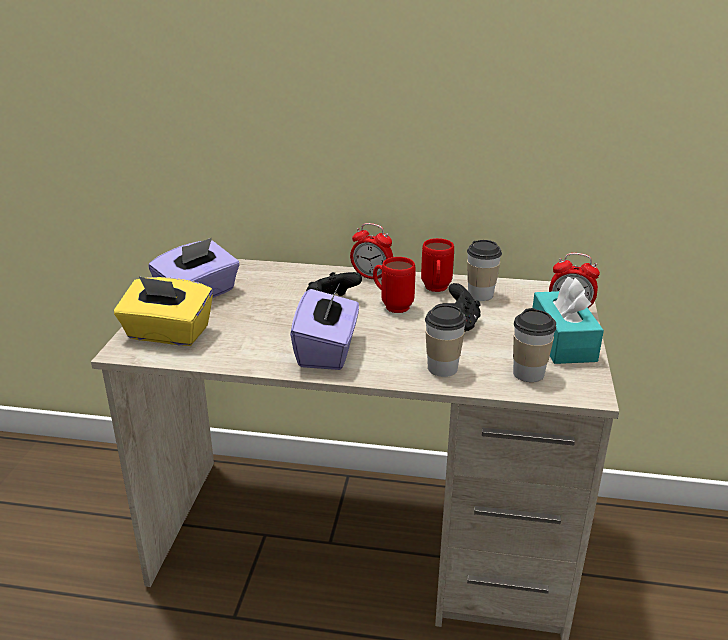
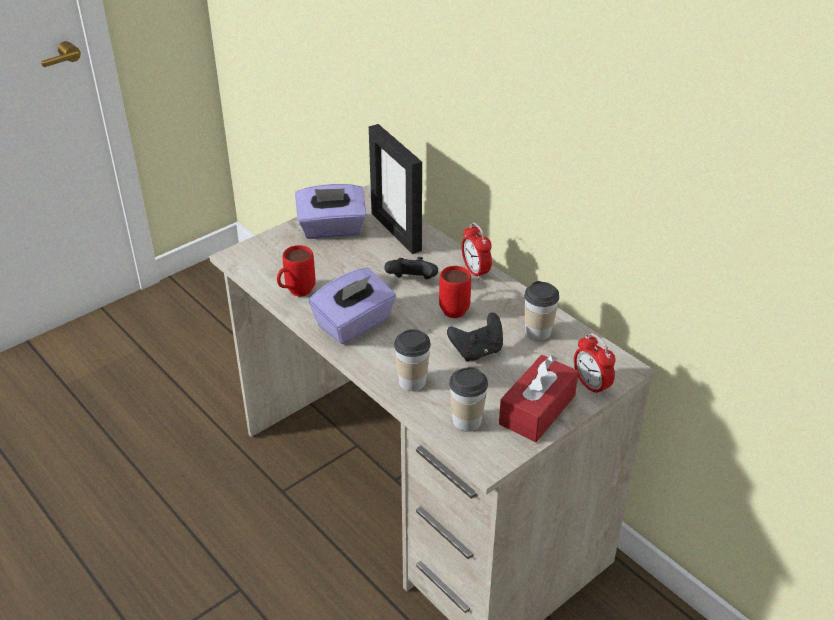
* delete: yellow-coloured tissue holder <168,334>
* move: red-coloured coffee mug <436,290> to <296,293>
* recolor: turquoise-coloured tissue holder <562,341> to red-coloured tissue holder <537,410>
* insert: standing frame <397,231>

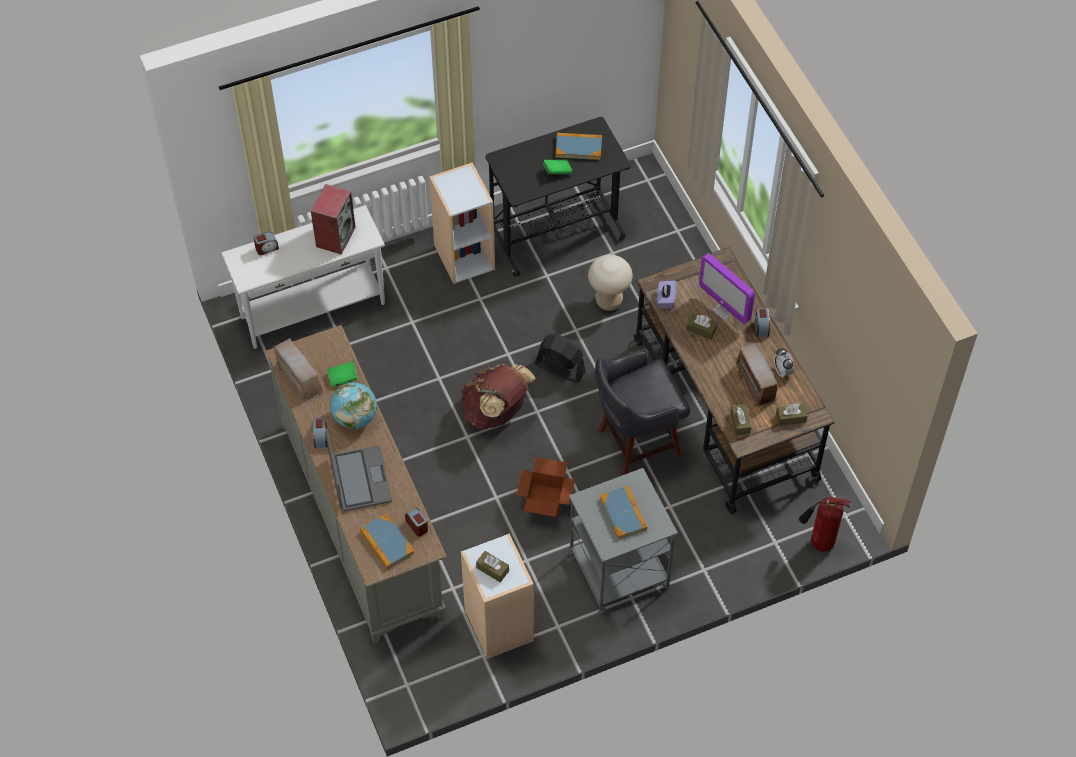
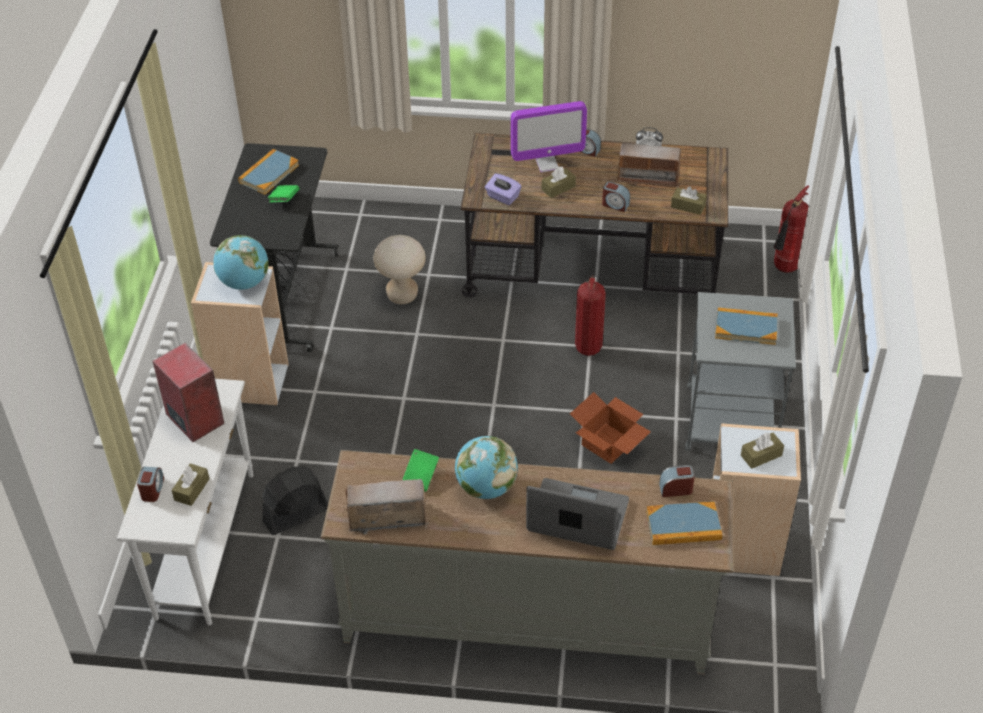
* move: alarm clock <320,438> to <615,205>
* delete: brown-coloured backpack <496,412>
* move: black-coloured cooling fan <560,367> to <295,515>
* replace: greyish stool seat <635,444> to fire-fighting cylinder <588,346>
* move: brown-coloured tissue holder <790,418> to <192,489>
* insert: world globe <244,283>

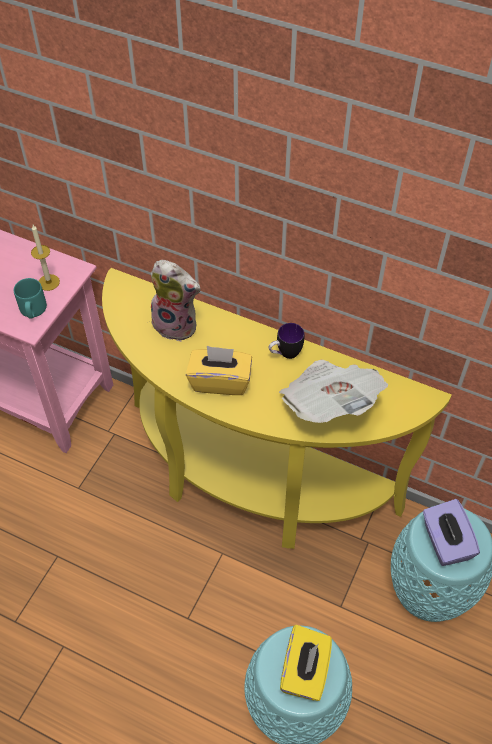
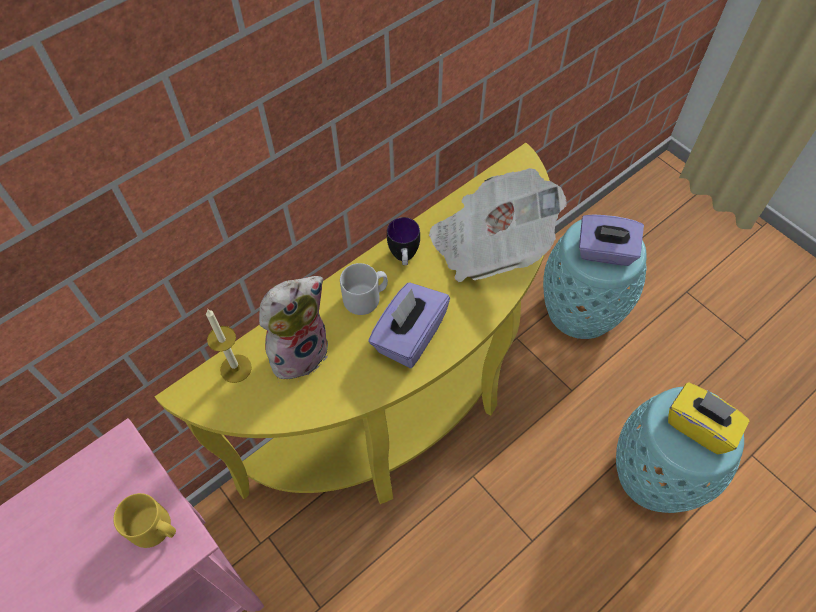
* recolor: turquoise-coloured coffee mug <33,310> to yellow-coloured coffee mug <155,529>
* move: wax light <48,282> to <236,368>
* recolor: yellow-coloured tissue holder <220,381> to purple-coloured tissue holder <409,336>
* insert: greyish coffee mug <366,298>

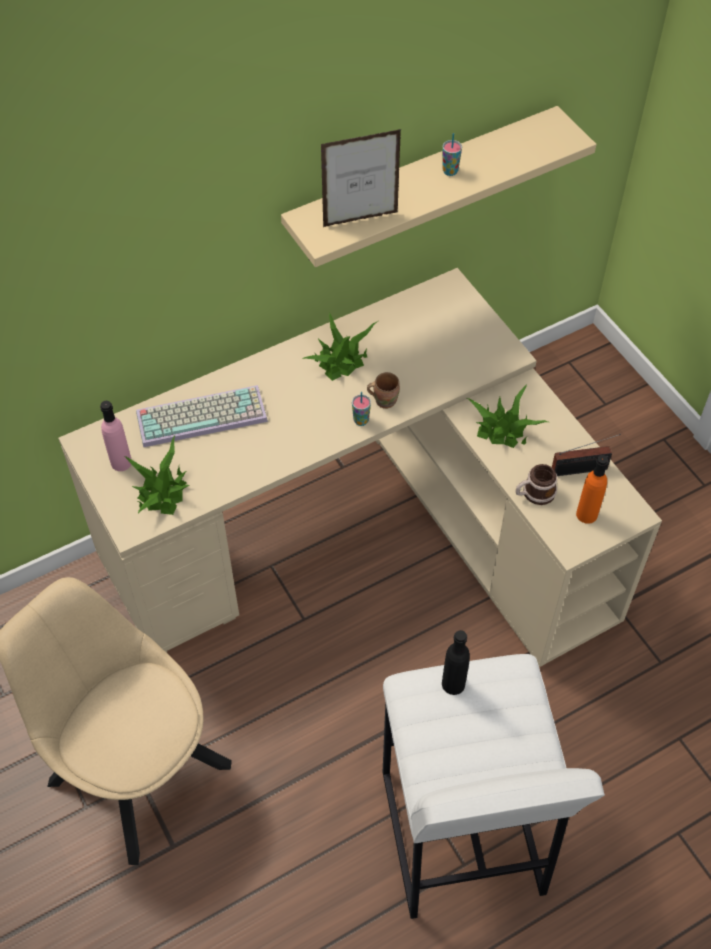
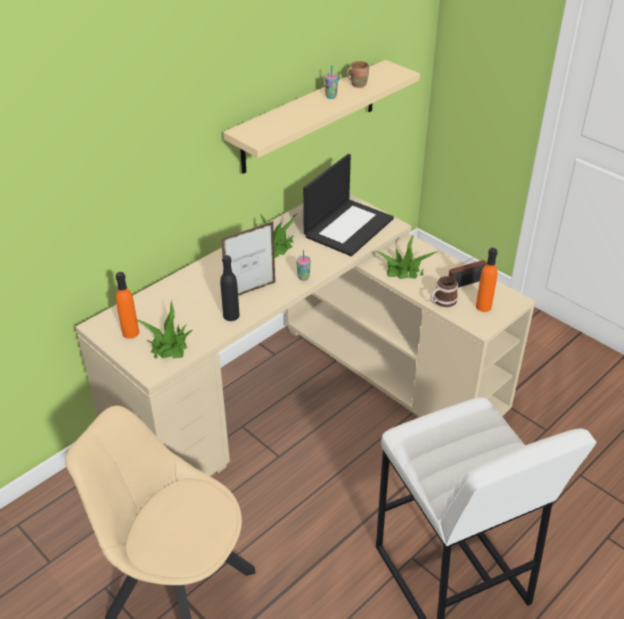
* recolor: pinkish bottle <121,462> to orangey bottle <130,333>
* delete: PC keyboard <203,415>
* move: standing frame <360,219> to <251,291>
* move: brown-coloured coffee mug <384,400> to <357,84>
* move: black-coloured bottle <453,684> to <231,315>
* insert: laptop <348,227>

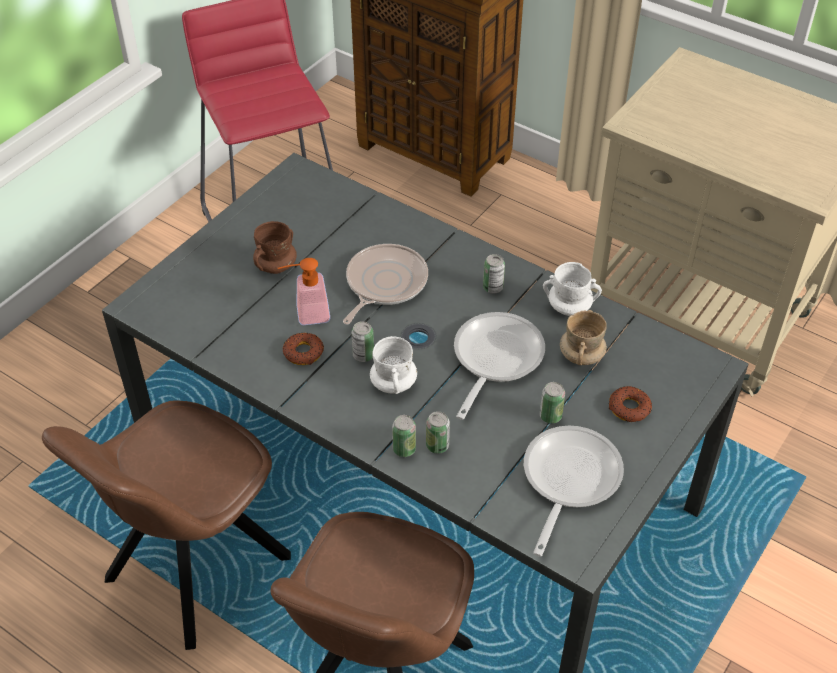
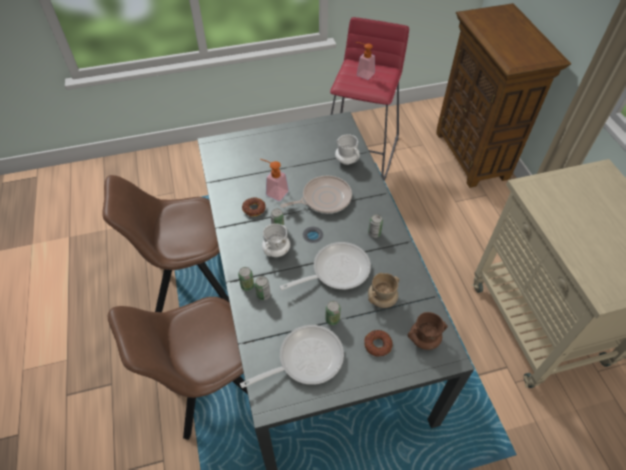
* move: brown-coloured coffee mug <276,266> to <424,339>
* move: white coffee mug <569,307> to <347,160>
* insert: soap bottle <362,73>

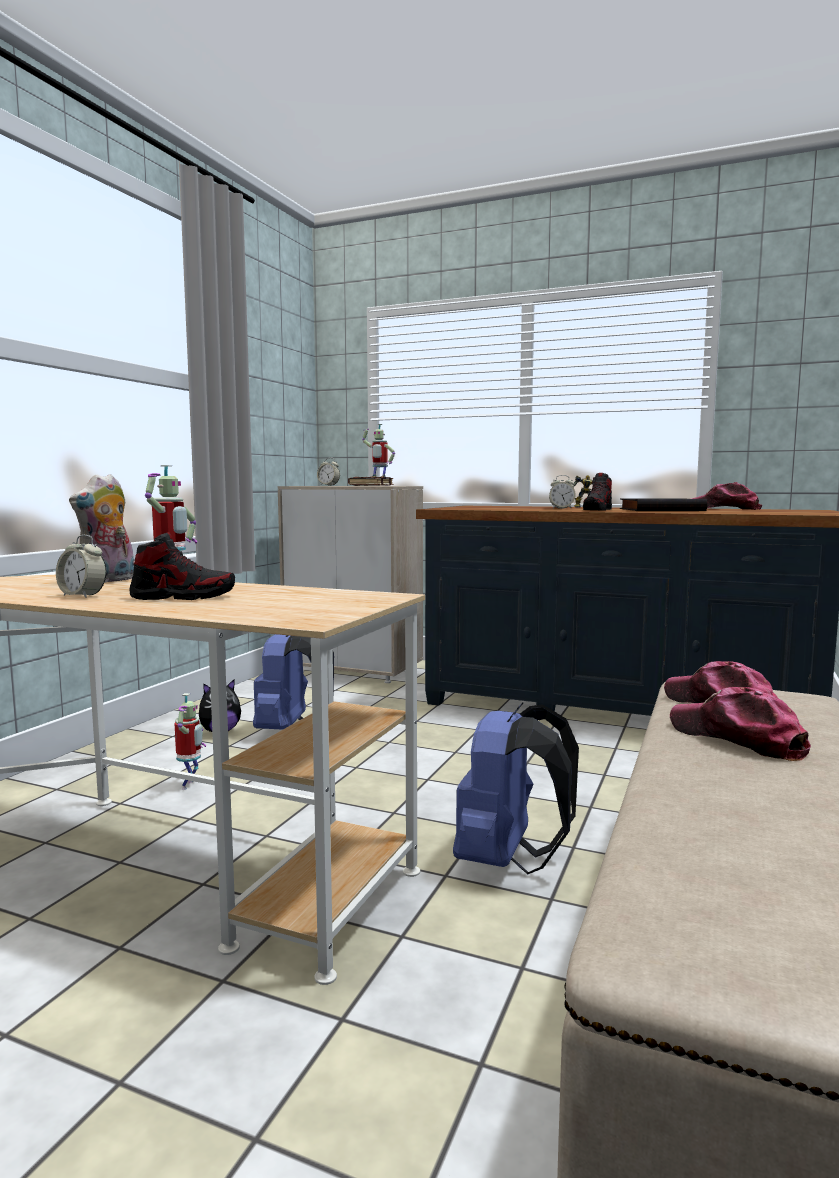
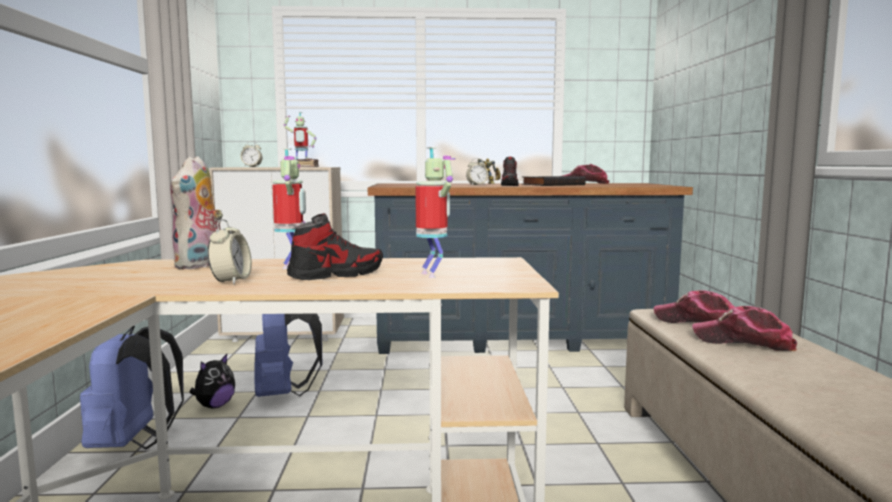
* rotate: alarm clock <82,596> = <231,281> 90 degrees counterclockwise
* move: model robot <190,785> to <433,275>
* move: bluish backpack <508,861> to <133,443>

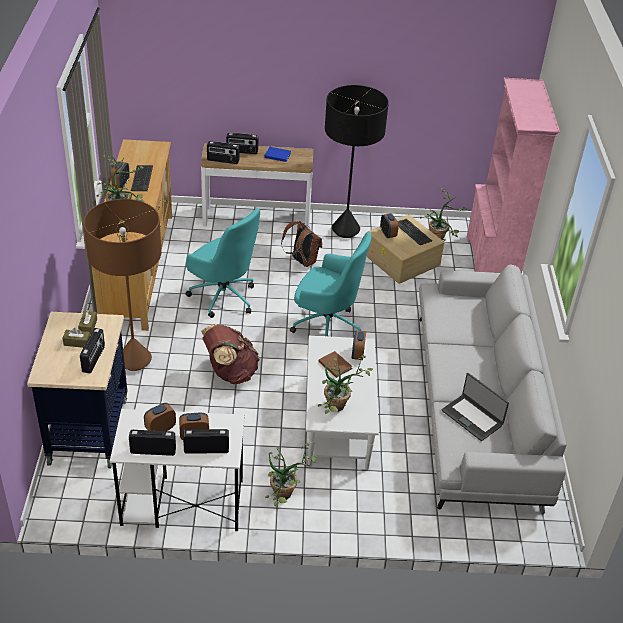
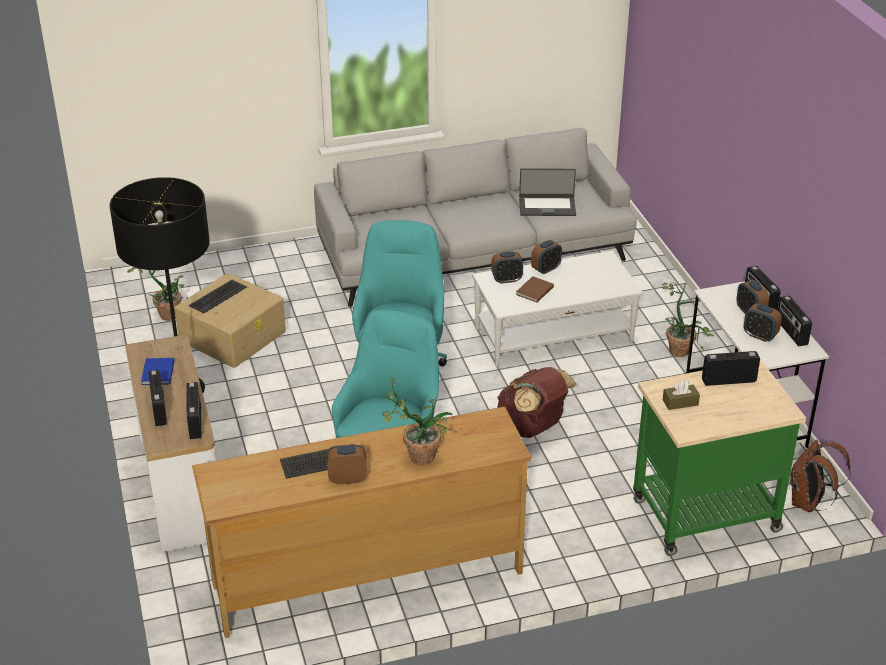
* recolor: bluish trolley <88,430> to green-coloured trolley <704,517>
* delete: brown-coloured tissue holder <77,342>
* delete: brown-coloured standard lamp <134,361>
* move: brown-coloured backpack <302,261> to <809,503>
* delete: potted plant <338,408>
* move: alarm clock <388,234> to <546,269>
* rotate: laptop <472,417> = <547,206> 60 degrees clockwise
* delete: pinkish bookcase <492,262>

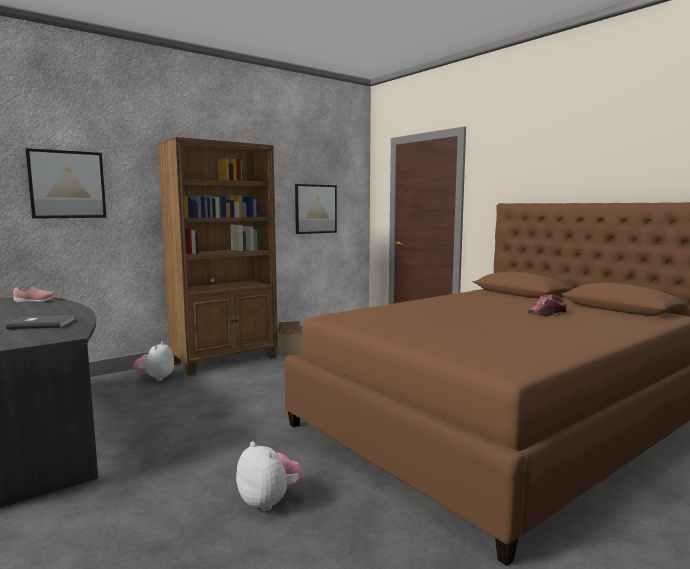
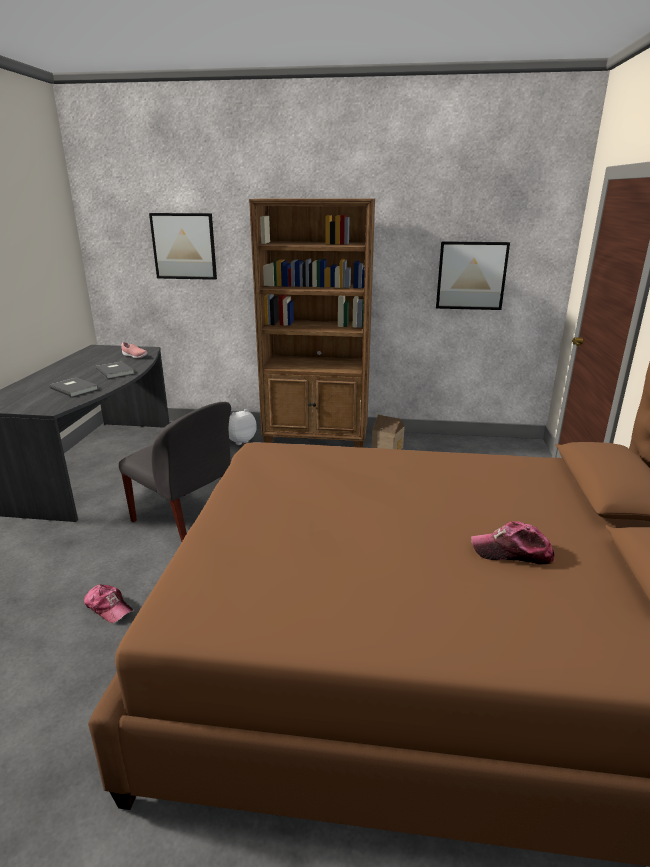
* replace: cuddly toy <269,501> to cap <108,607>
* insert: greyish volume <116,371>
* insert: greyish chair <186,521>

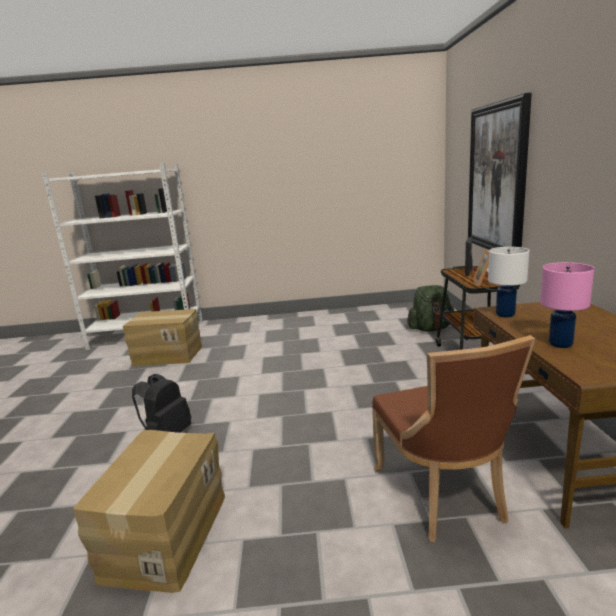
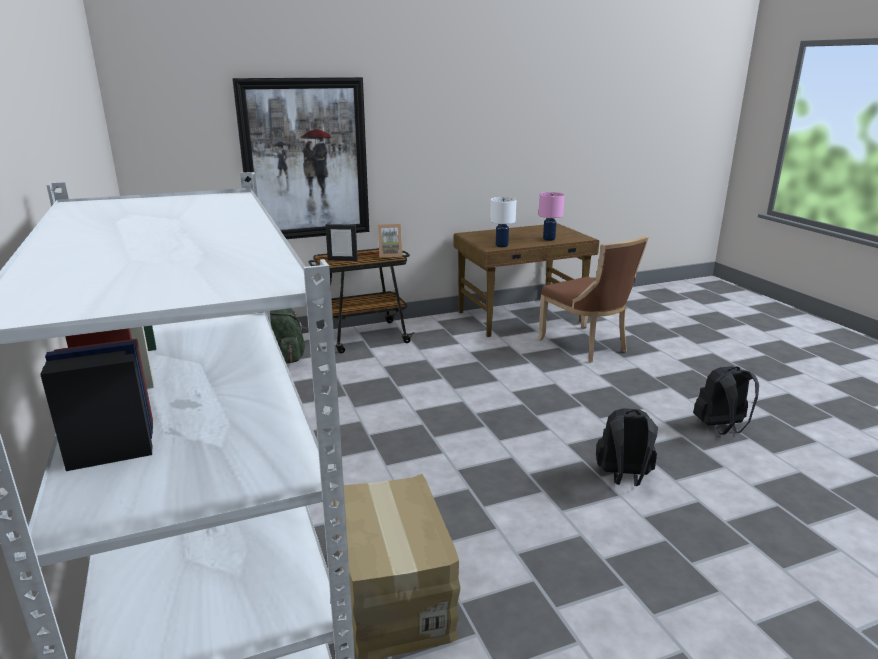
* replace: carton <165,535> to black-coloured backpack <721,428>
* rotate: brown-coloured chair <442,496> = <586,346> 90 degrees clockwise

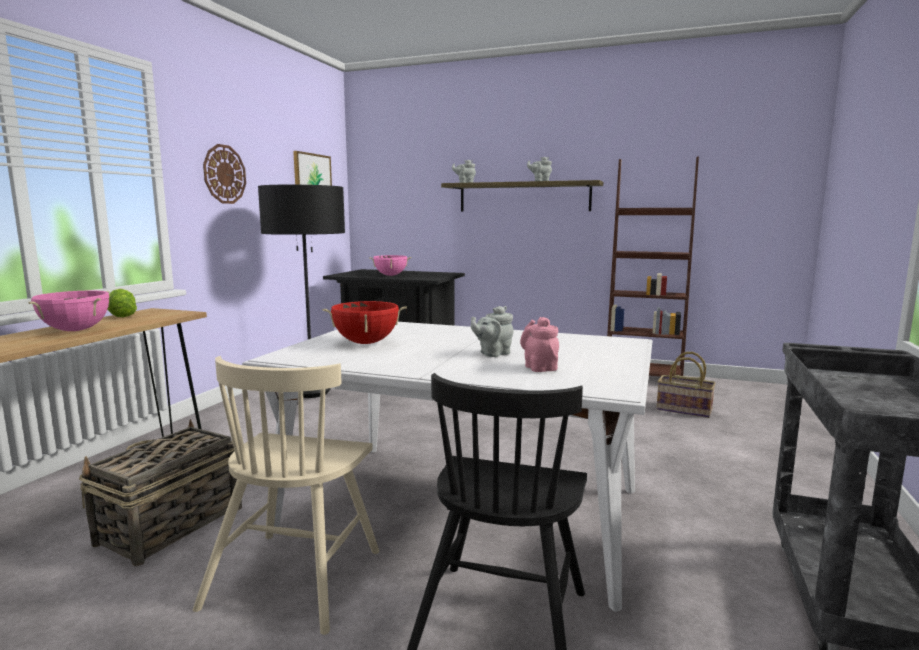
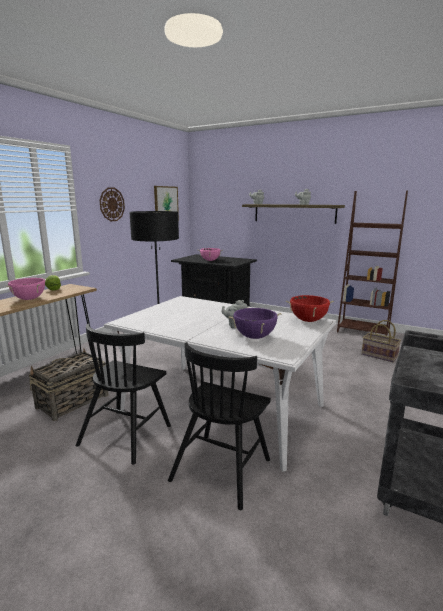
* recolor: sand-coloured chair <298,572> to black-coloured chair <128,432>
* move: red-coloured cooking pot <366,343> to <308,321>
* replace: pinkish tea pot <539,367> to purple-coloured cooking pot <254,337>

